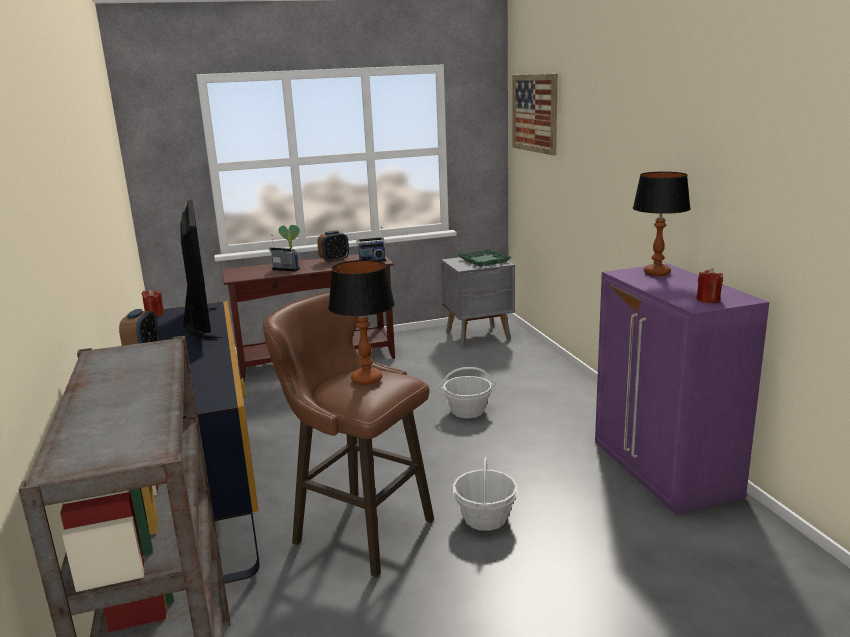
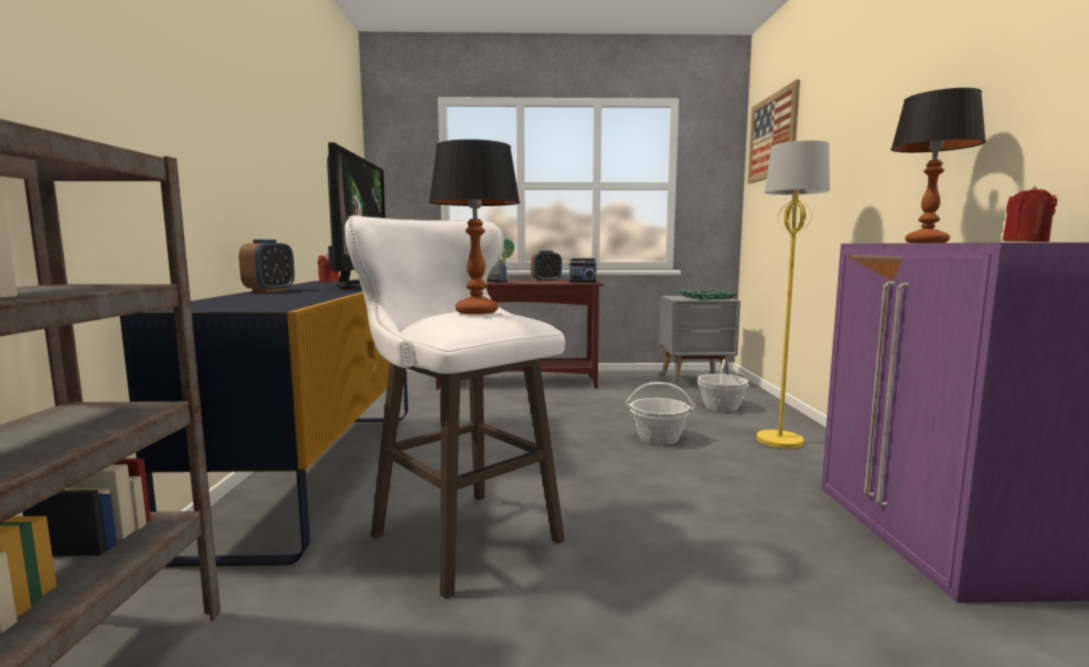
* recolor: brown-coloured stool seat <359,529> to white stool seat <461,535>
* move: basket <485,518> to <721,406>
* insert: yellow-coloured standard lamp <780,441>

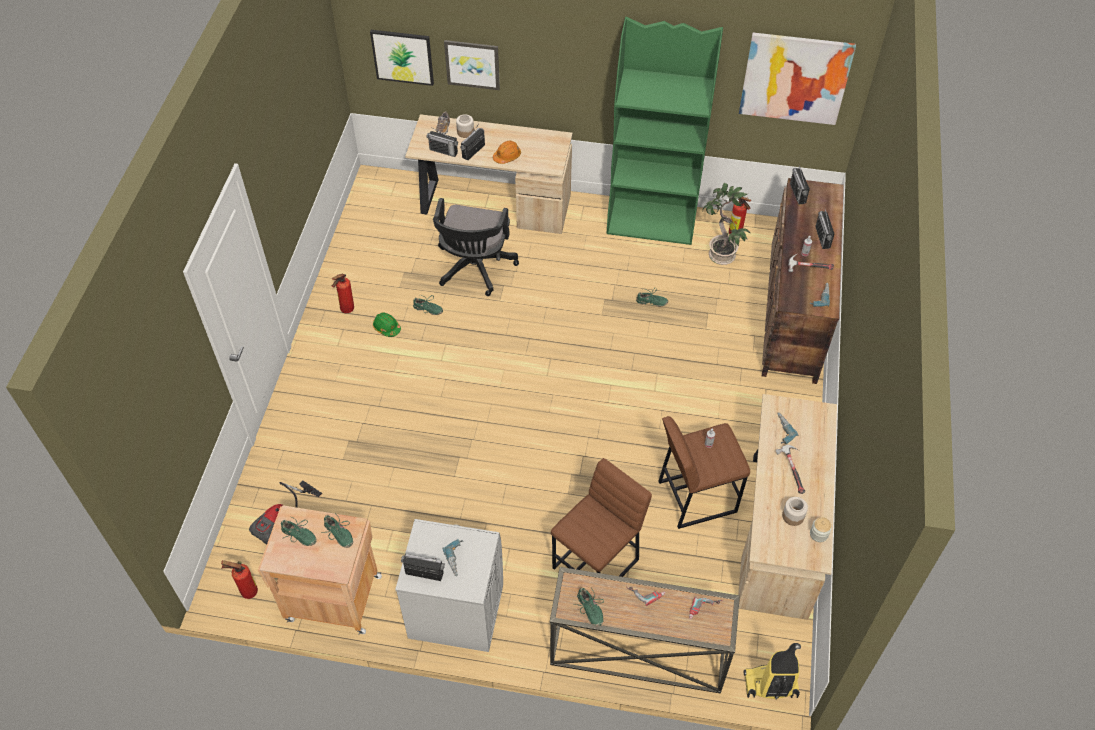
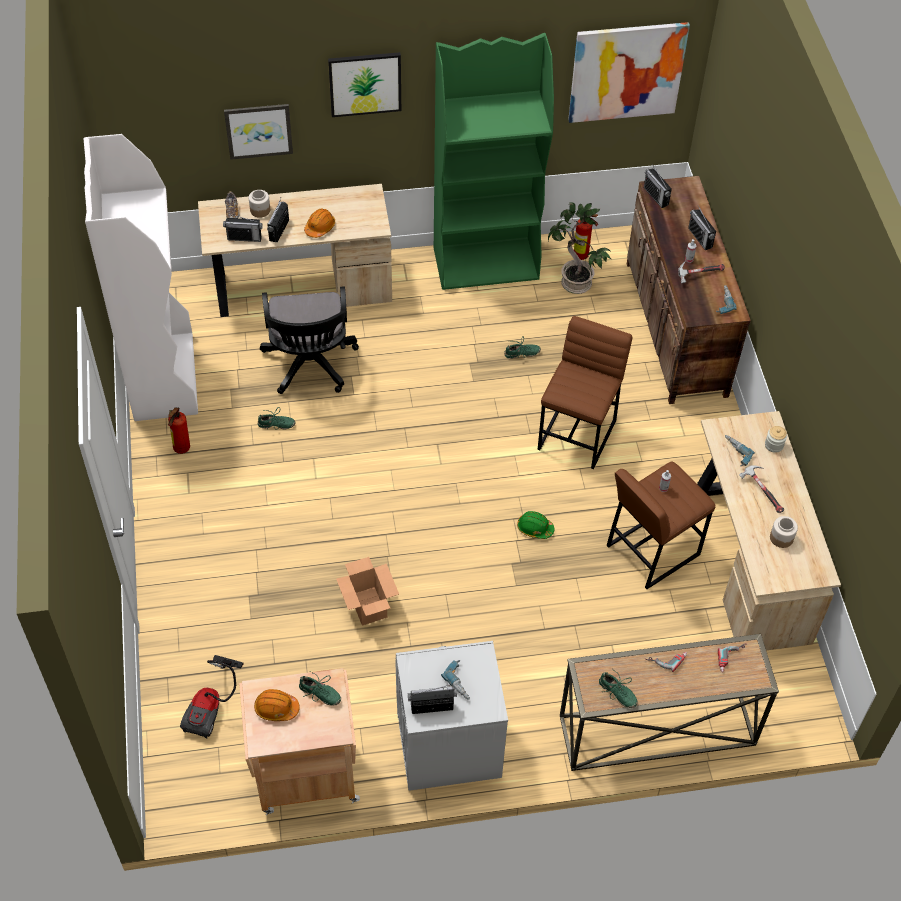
* delete: fire-fighting cylinder <246,591>
* replace: green-coloured low shoe <299,536> to orangey hard hat <276,708>
* move: wall art <403,56> to <365,83>
* move: green-coloured hard hat <386,327> to <535,528>
* move: brown-coloured stool seat <597,562> to <577,433>
* delete: vacuum <770,686>
* move: jar <818,534> to <774,445>
* insert: white bookcase <163,376>
* insert: carton <368,606>

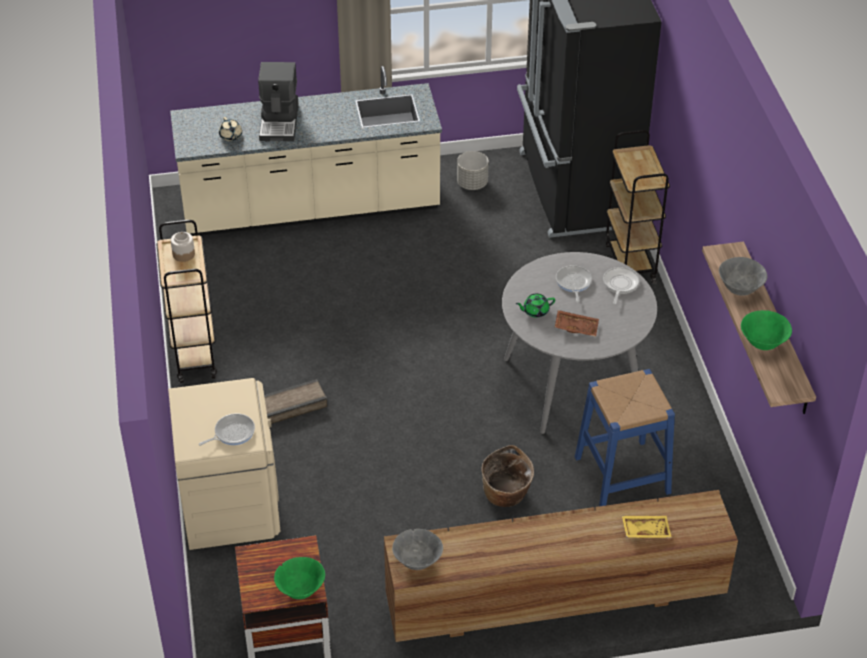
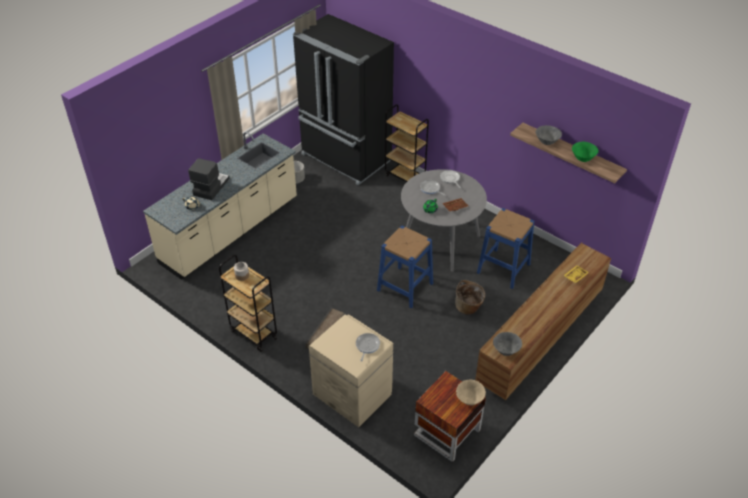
* rotate: coffee machine <280,122> = <210,187> 120 degrees counterclockwise
* recolor: green-coloured bowl <300,590> to sand-coloured bowl <469,400>
* insert: bluish stool seat <405,287>

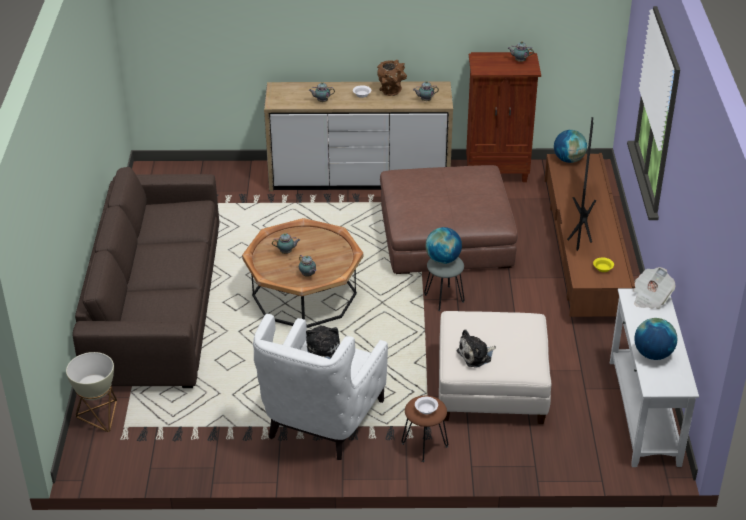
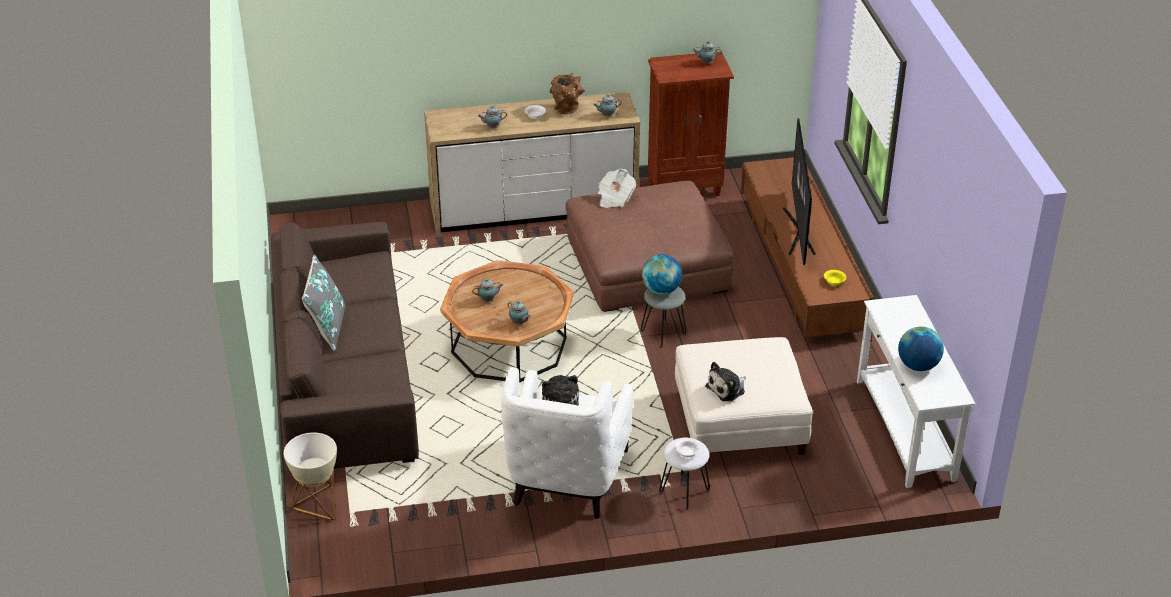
* recolor: brown-coloured stool seat <424,444> to white stool seat <684,491>
* delete: world globe <568,160>
* move: printed paper <650,297> to <615,198>
* insert: greyish throw pillow <327,328>

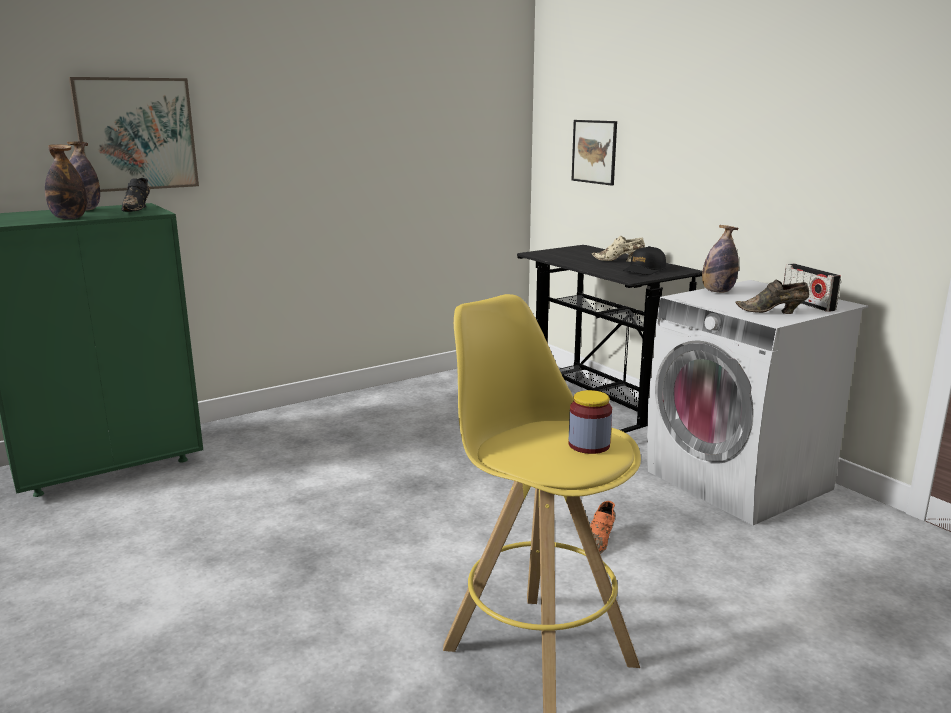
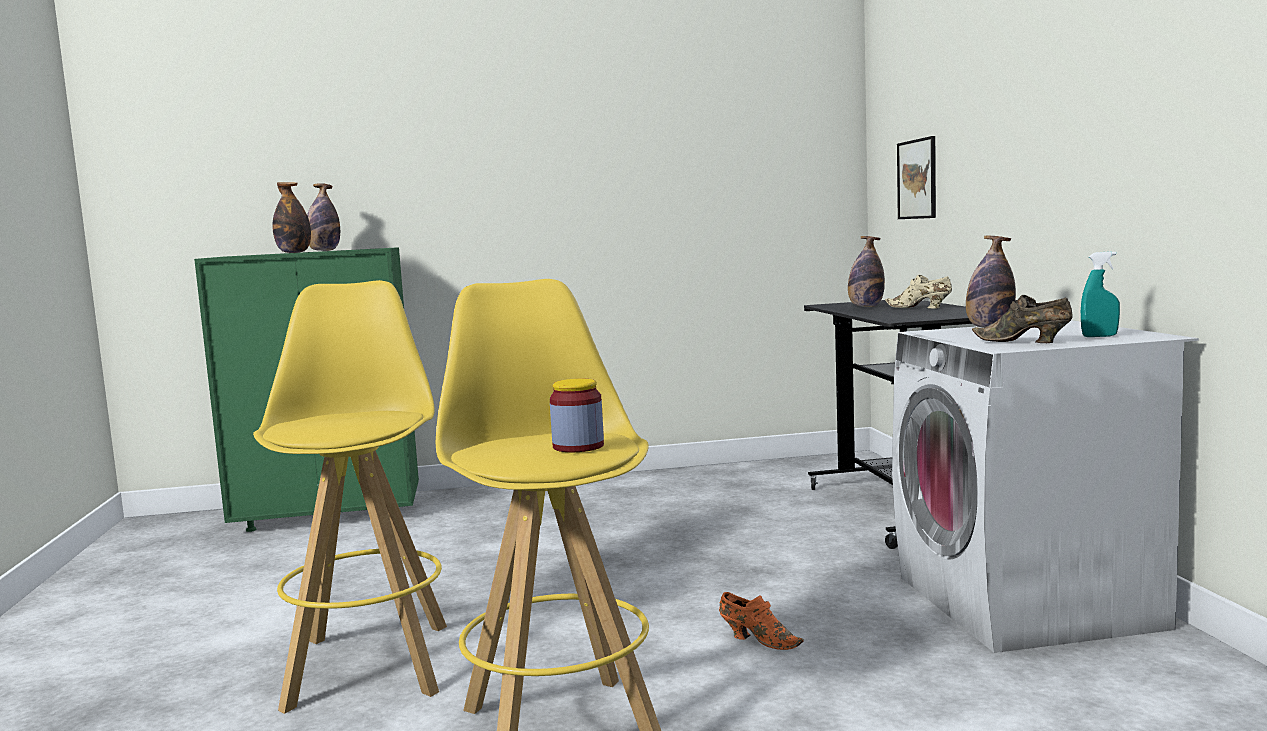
* delete: wall art <136,134>
* delete: black-coloured low shoe <138,209>
* rotate: orangey low shoe <600,541> = <757,640> 105 degrees counterclockwise
* delete: black-coloured cap <644,270>
* replace: radio set <808,304> to turquoise-coloured hand sprayer <1099,336>
* insert: yellow-coloured stool seat <370,663>
* insert: bottle <866,307>

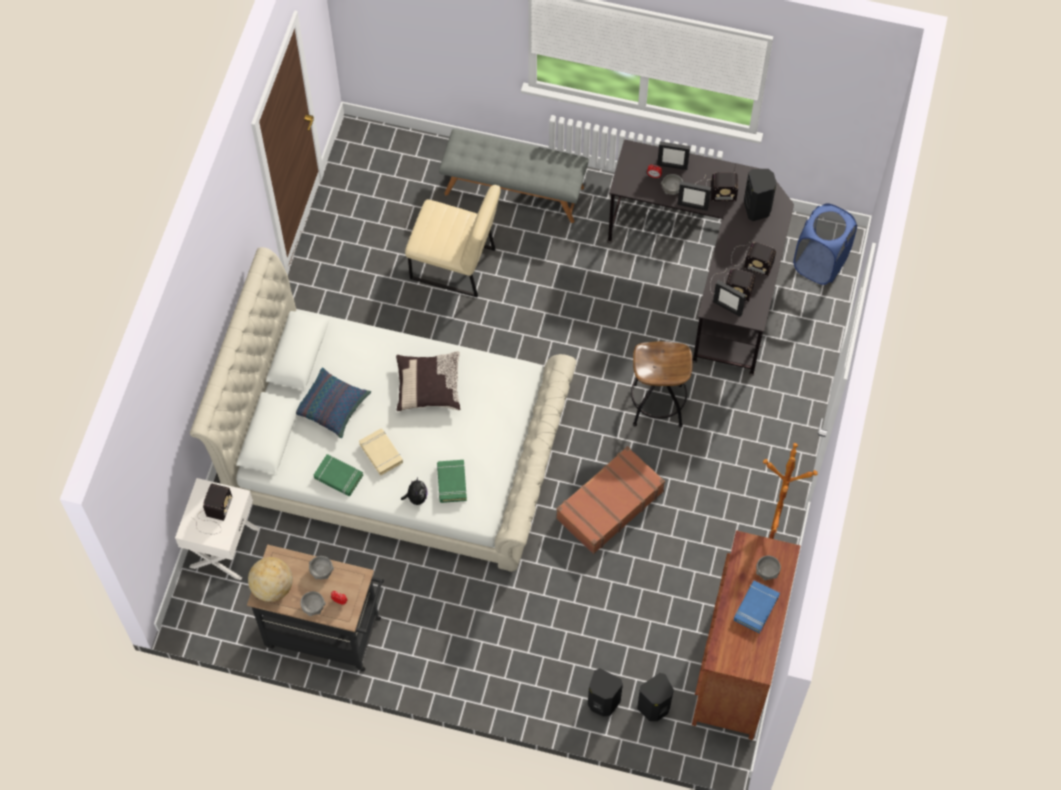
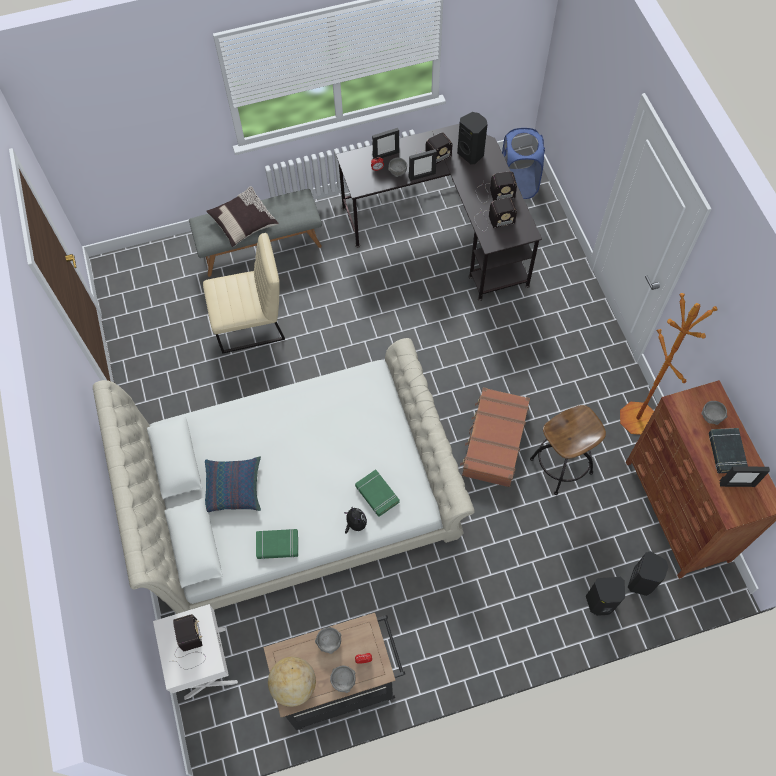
* delete: sand-coloured volume <381,453>
* move: throw pillow <428,387> to <243,222>
* move: brown-coloured stool seat <657,404> to <560,466>
* move: standing frame <727,307> to <737,483>
* recolor: bluish volume <755,608> to black-coloured volume <726,452>

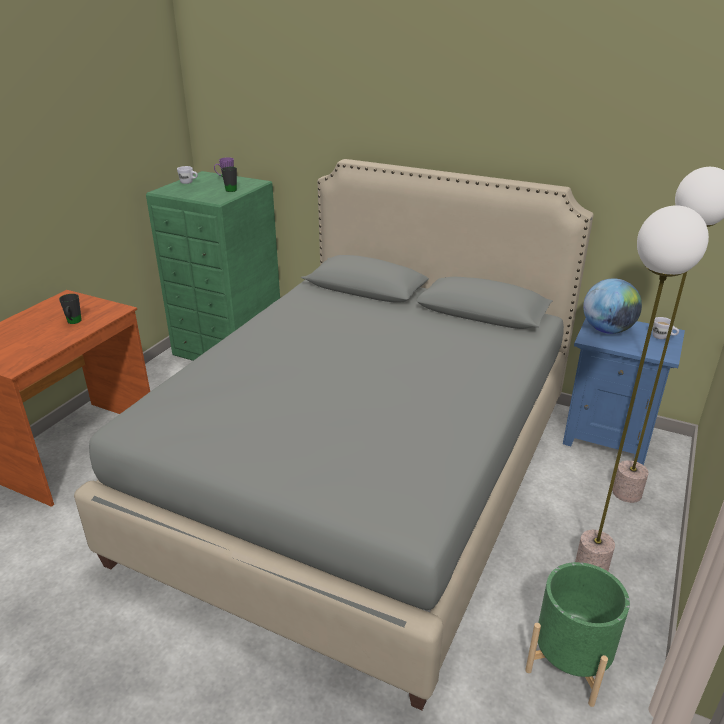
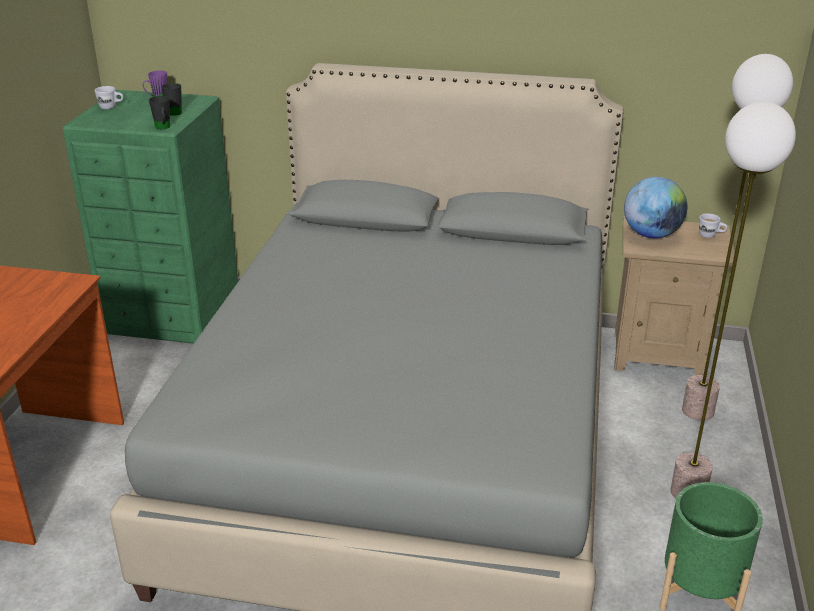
* move: black-coloured coffee mug <73,322> to <163,128>
* recolor: bluish bedside table <608,438> to sand-coloured bedside table <659,356>

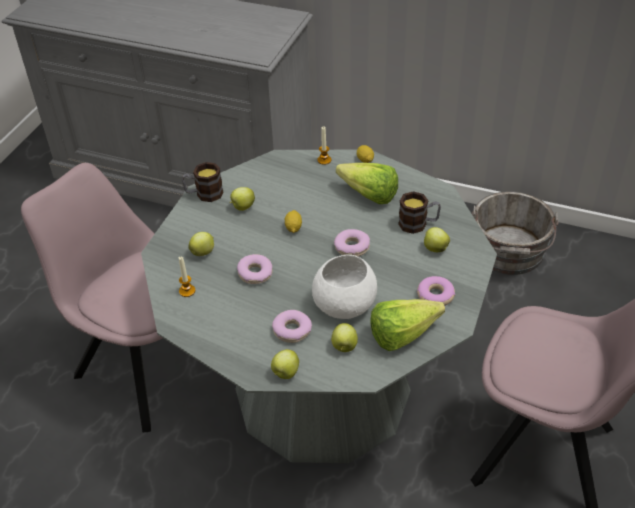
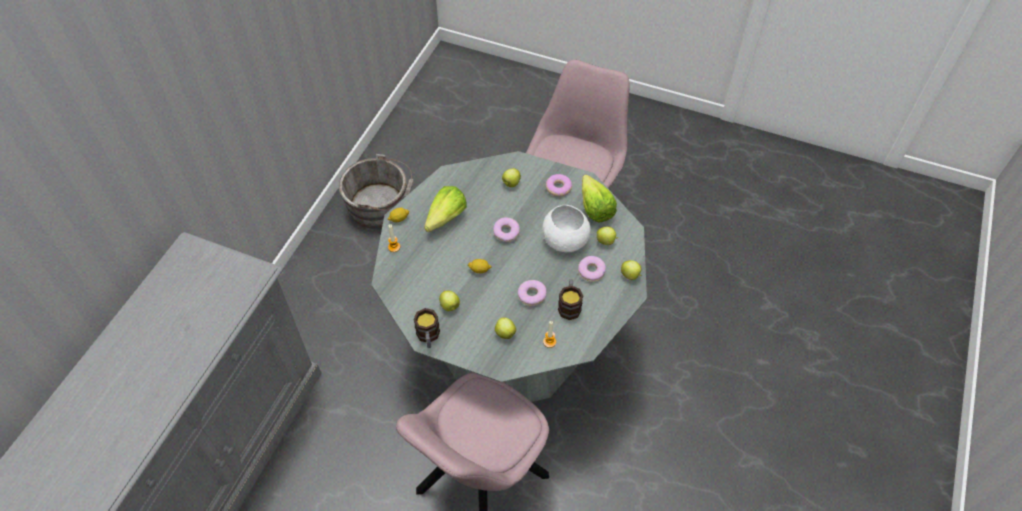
* move: coffee mug <418,224> to <569,305>

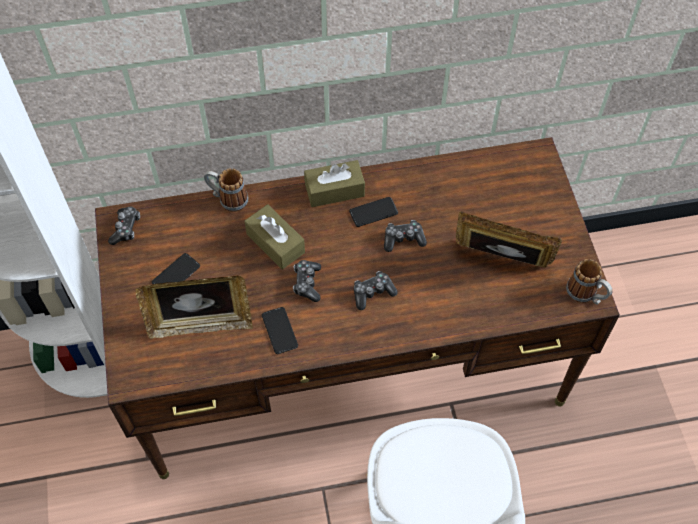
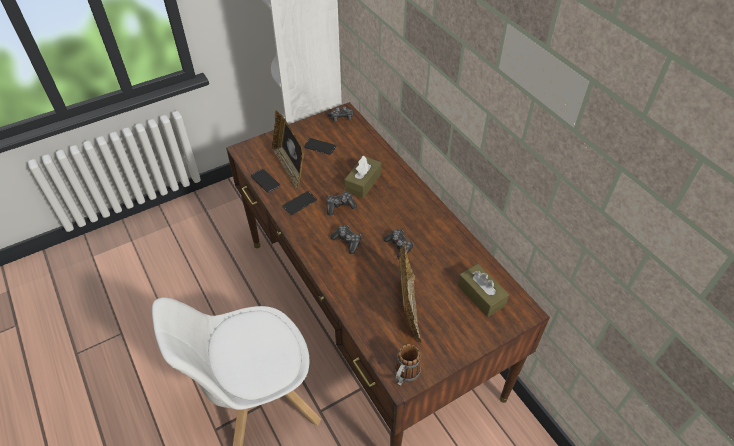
* delete: coffee mug <228,199>
* move: brown-coloured tissue holder <334,190> to <481,295>
* move: telephone <373,212> to <265,181>

